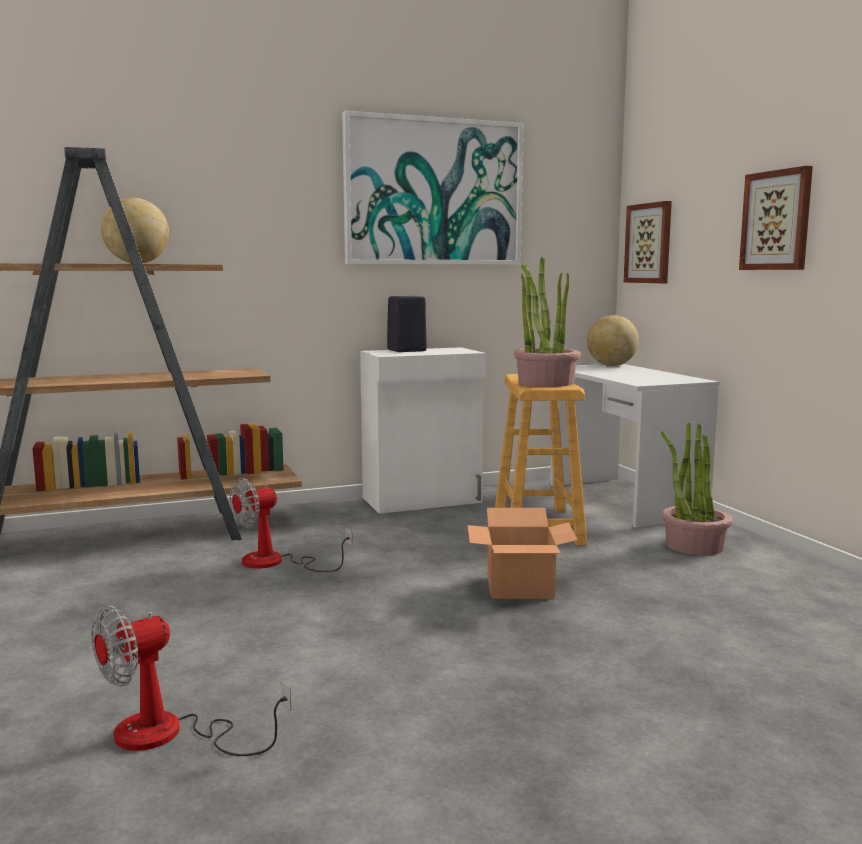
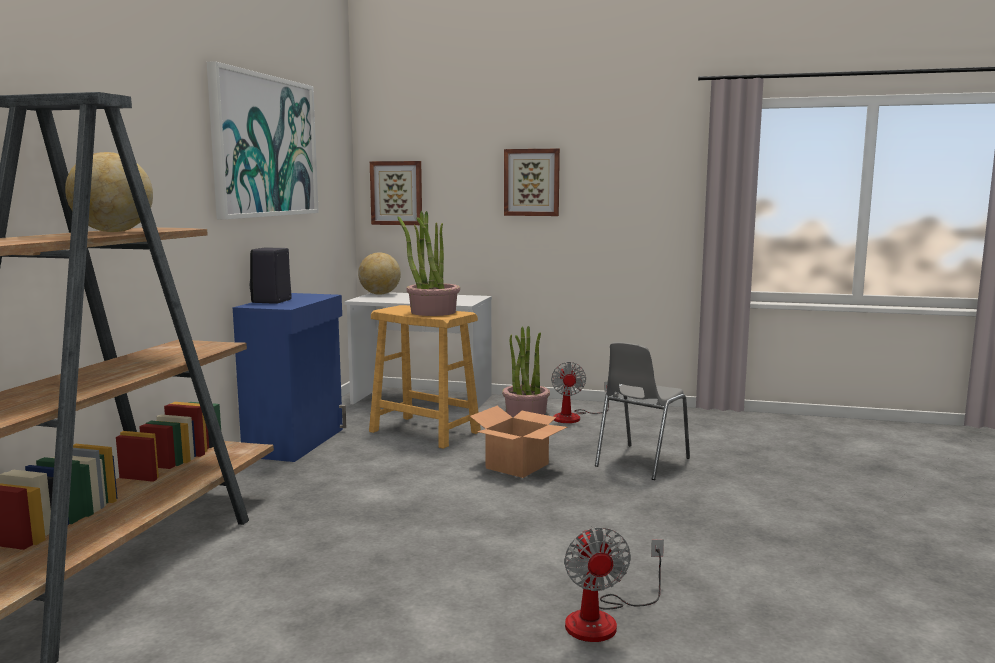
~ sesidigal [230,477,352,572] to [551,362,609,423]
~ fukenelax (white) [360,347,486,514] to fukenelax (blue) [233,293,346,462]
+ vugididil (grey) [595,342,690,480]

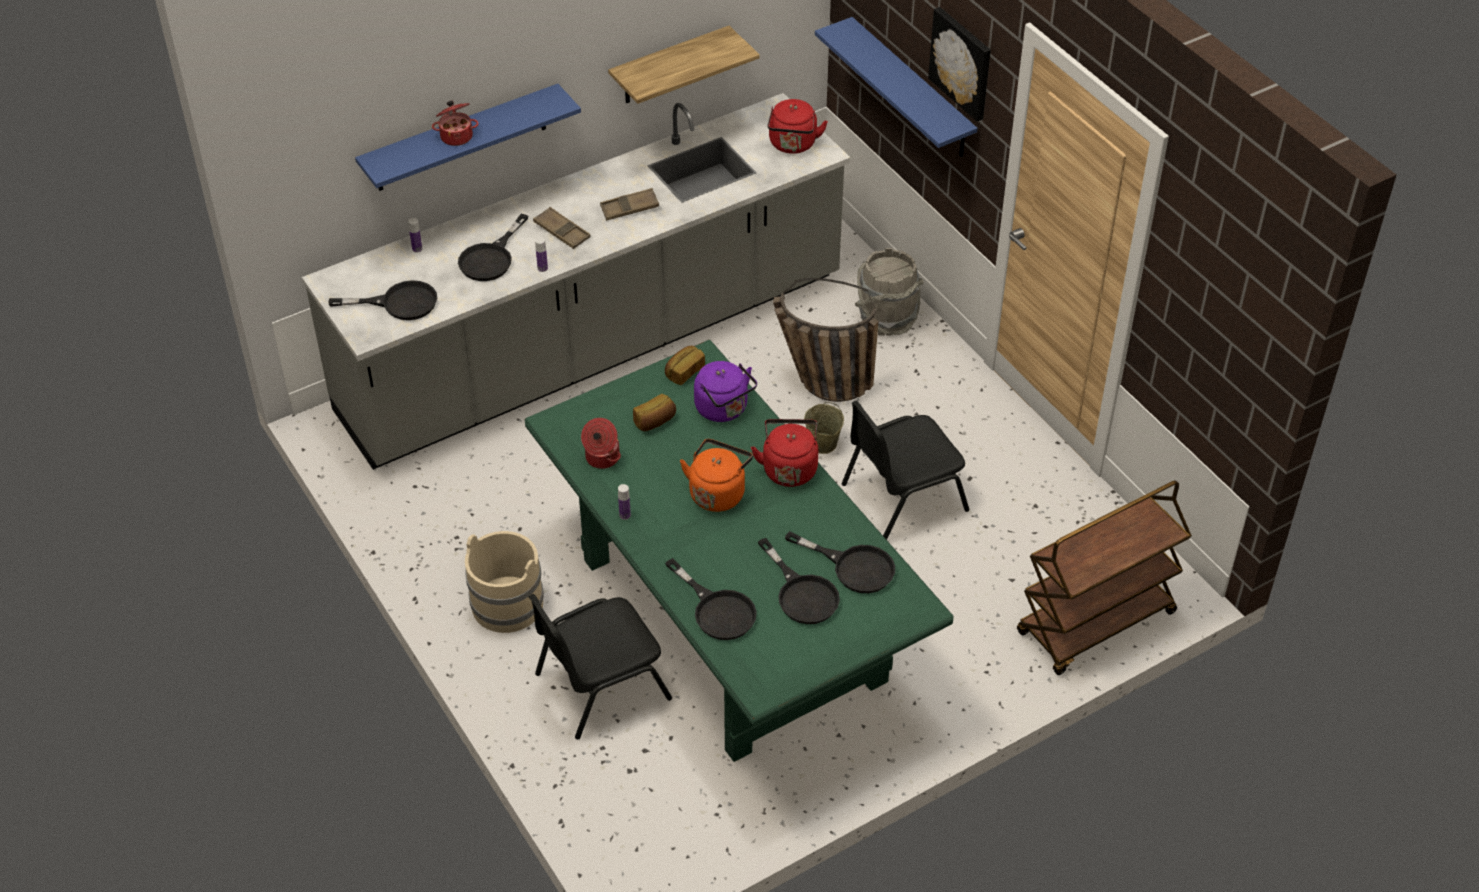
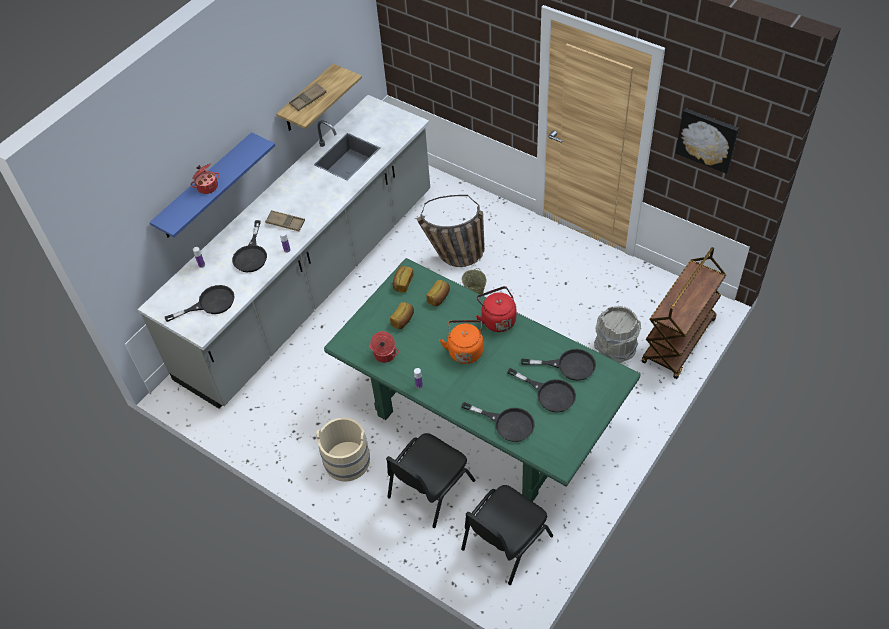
~ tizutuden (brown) [600,188,659,220] to [289,83,327,111]
~ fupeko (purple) [694,361,757,422] to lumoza [426,280,450,306]
- fupeko (red) [767,99,828,154]
- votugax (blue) [815,17,978,157]
~ vugididil (black) [842,400,969,540] to [461,485,553,585]
~ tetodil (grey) [855,248,924,336] to [594,306,641,363]
~ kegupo [928,7,991,122] to [675,108,739,174]

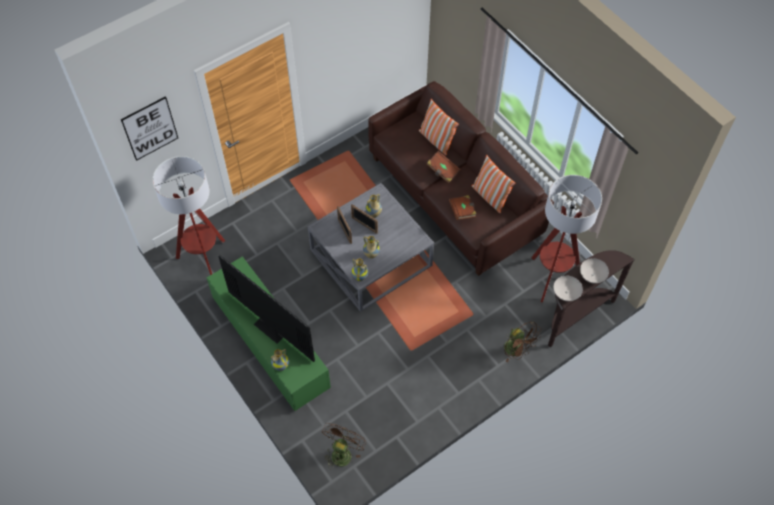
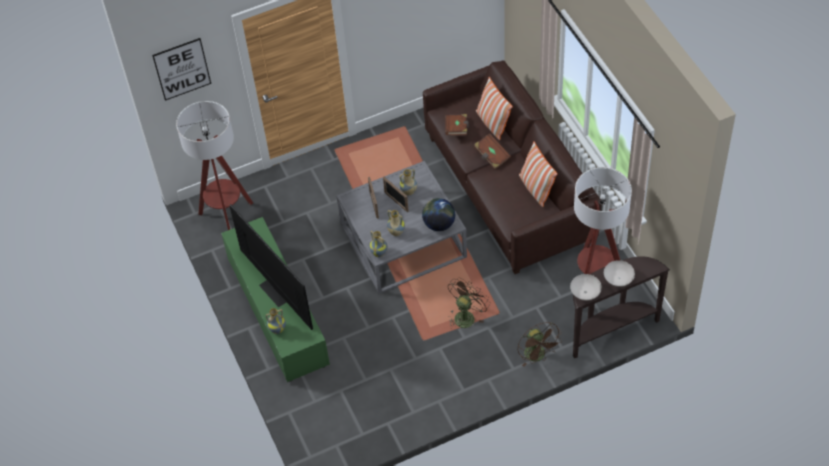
~ sesidigal (brown) [322,423,366,469] to [448,278,490,328]
~ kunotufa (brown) [449,195,476,220] to [446,114,469,135]
+ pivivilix [422,198,455,231]

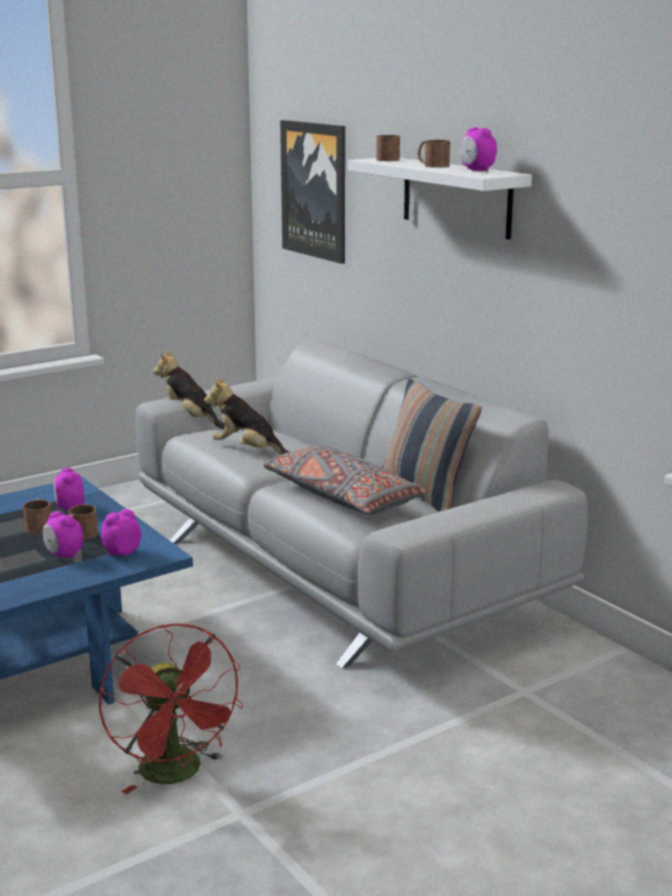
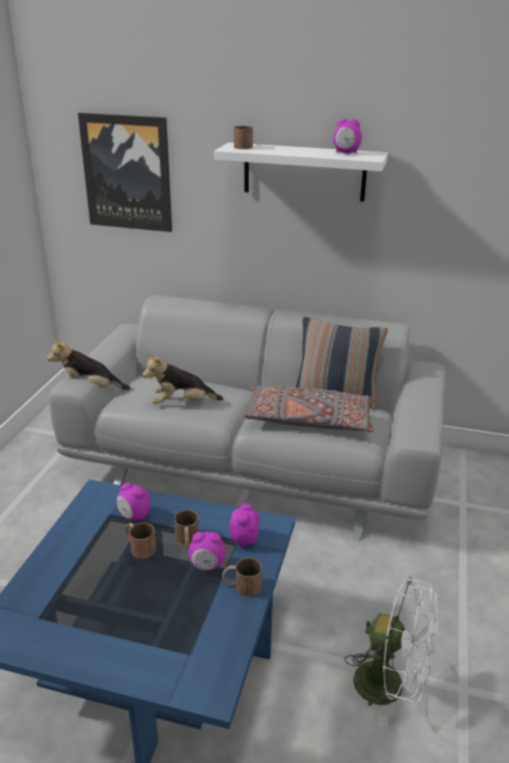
~ sesidigal (red) [99,623,243,794] to sesidigal (white) [344,577,438,727]
~ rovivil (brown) [418,140,450,168] to [222,558,262,597]

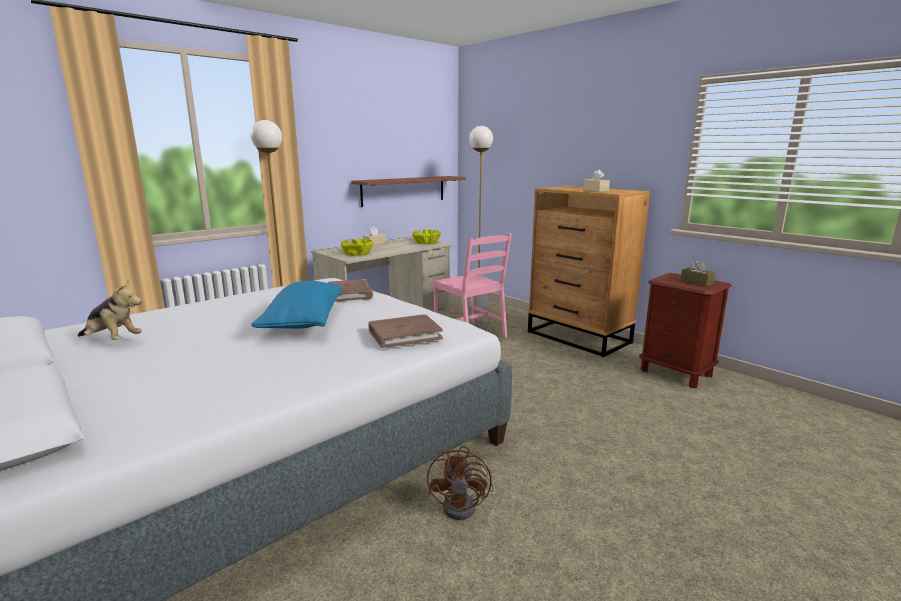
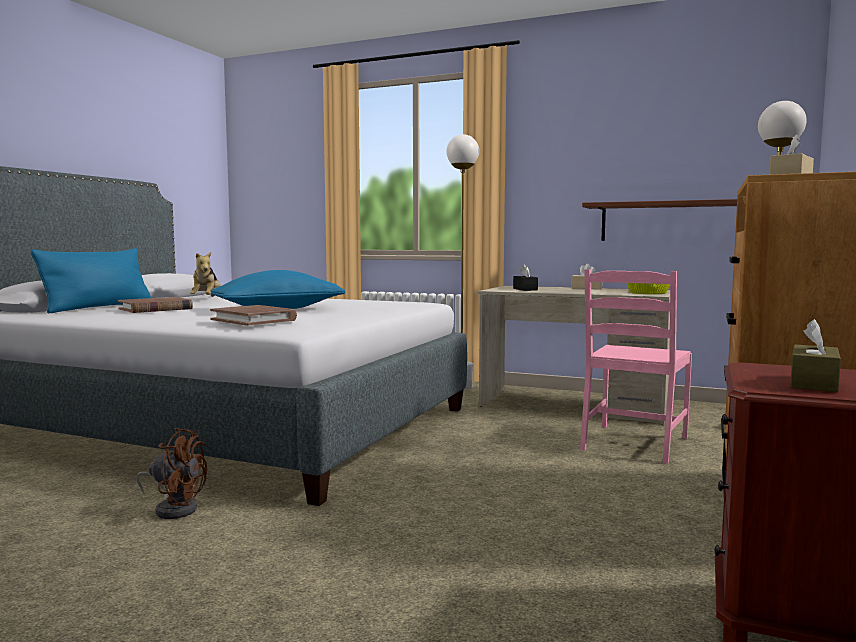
~ kunotufa (brown) [328,279,373,302] to [118,297,193,313]
~ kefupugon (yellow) [340,239,373,255] to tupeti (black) [513,264,538,291]
~ sesidigal (brown) [427,446,496,520] = [136,428,207,519] 150 degrees counterclockwise
+ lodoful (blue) [31,248,152,313]

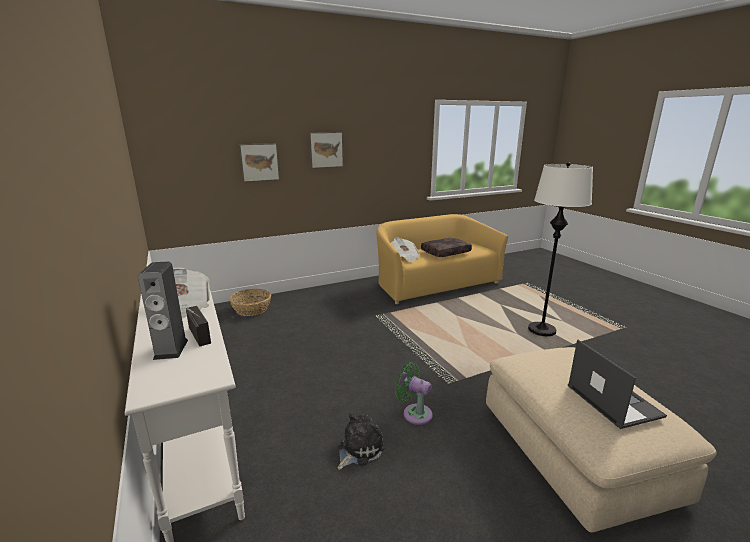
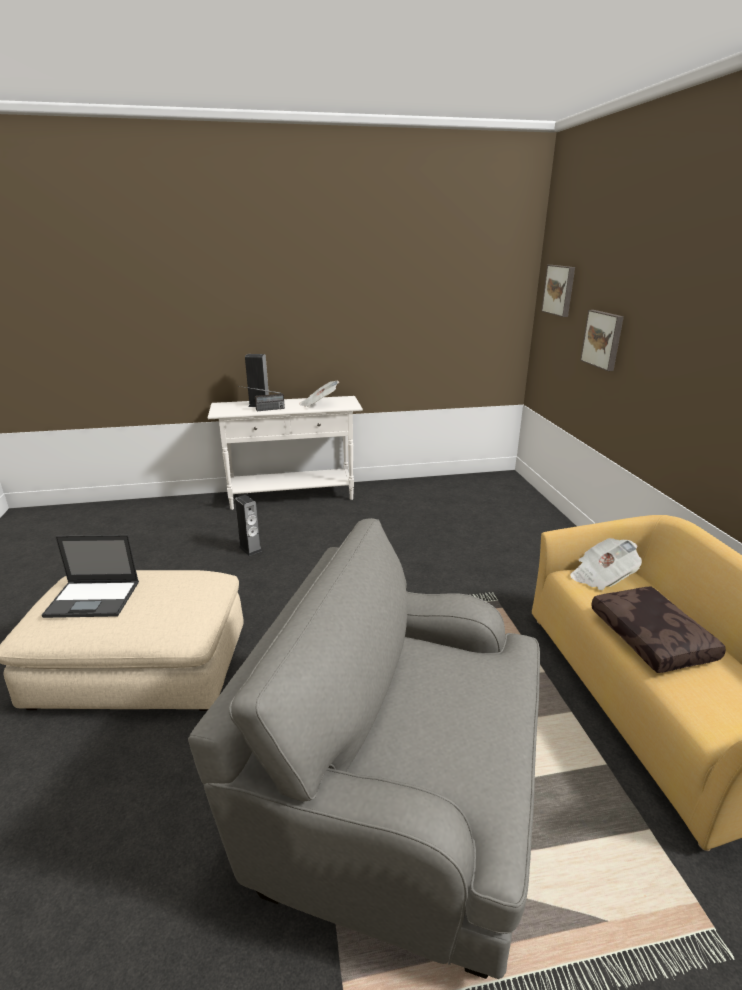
- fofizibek [229,289,271,316]
~ kegupo [309,132,343,168] to [542,265,575,317]
~ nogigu [338,413,386,470] to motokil [235,495,262,556]
- sesidigal (green) [395,362,433,425]
~ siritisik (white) [528,162,593,336] to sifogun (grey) [188,518,540,979]

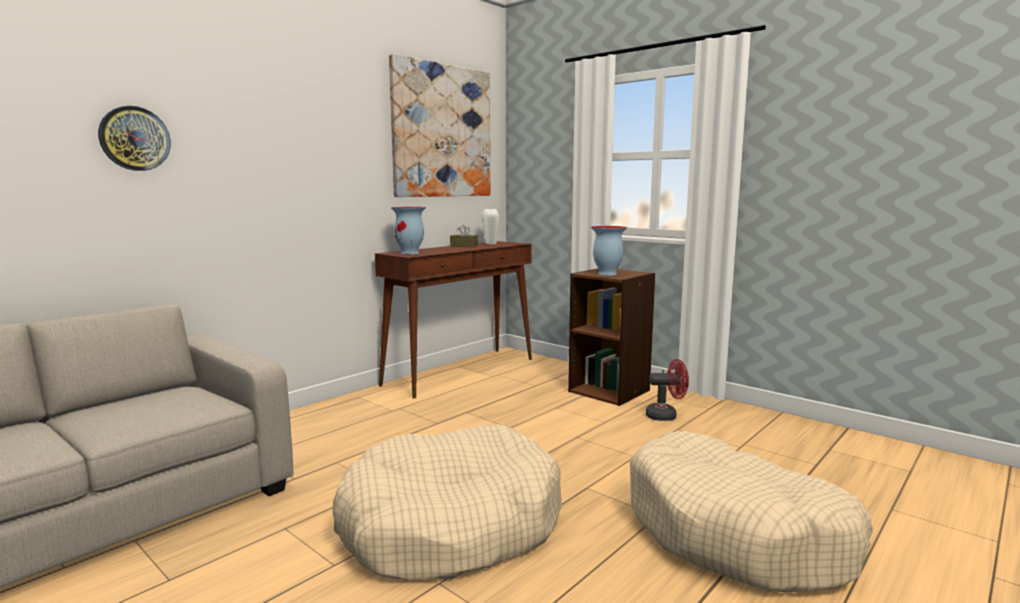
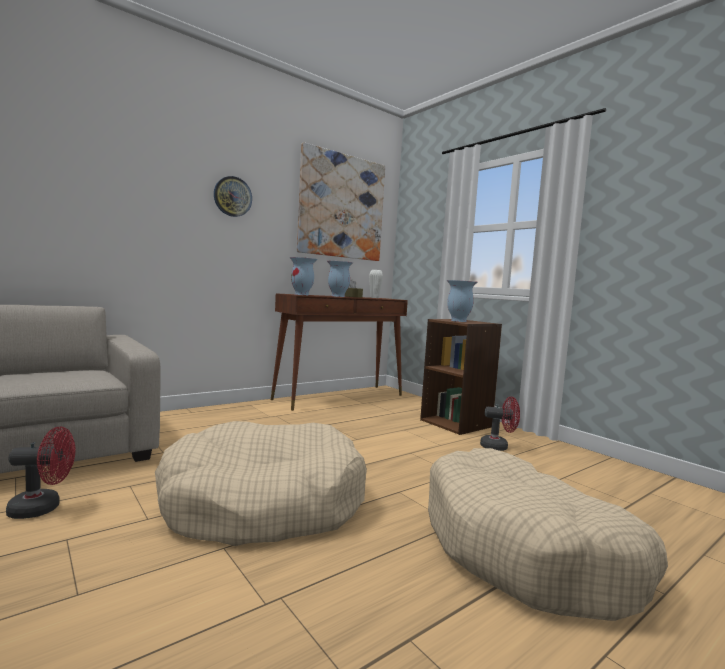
~ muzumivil [98,106,171,171] to [214,176,252,217]
+ sesidigal (red) [6,427,75,519]
+ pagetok [327,261,353,297]

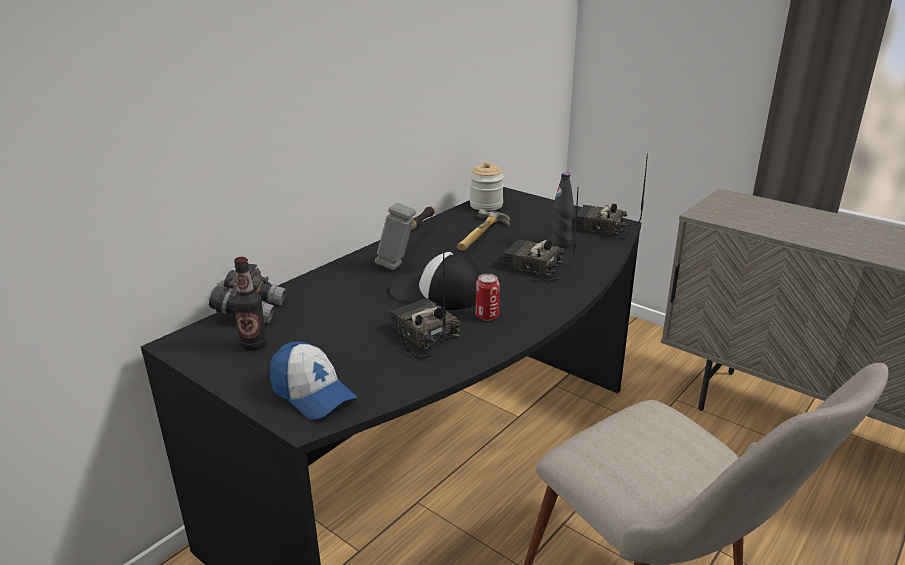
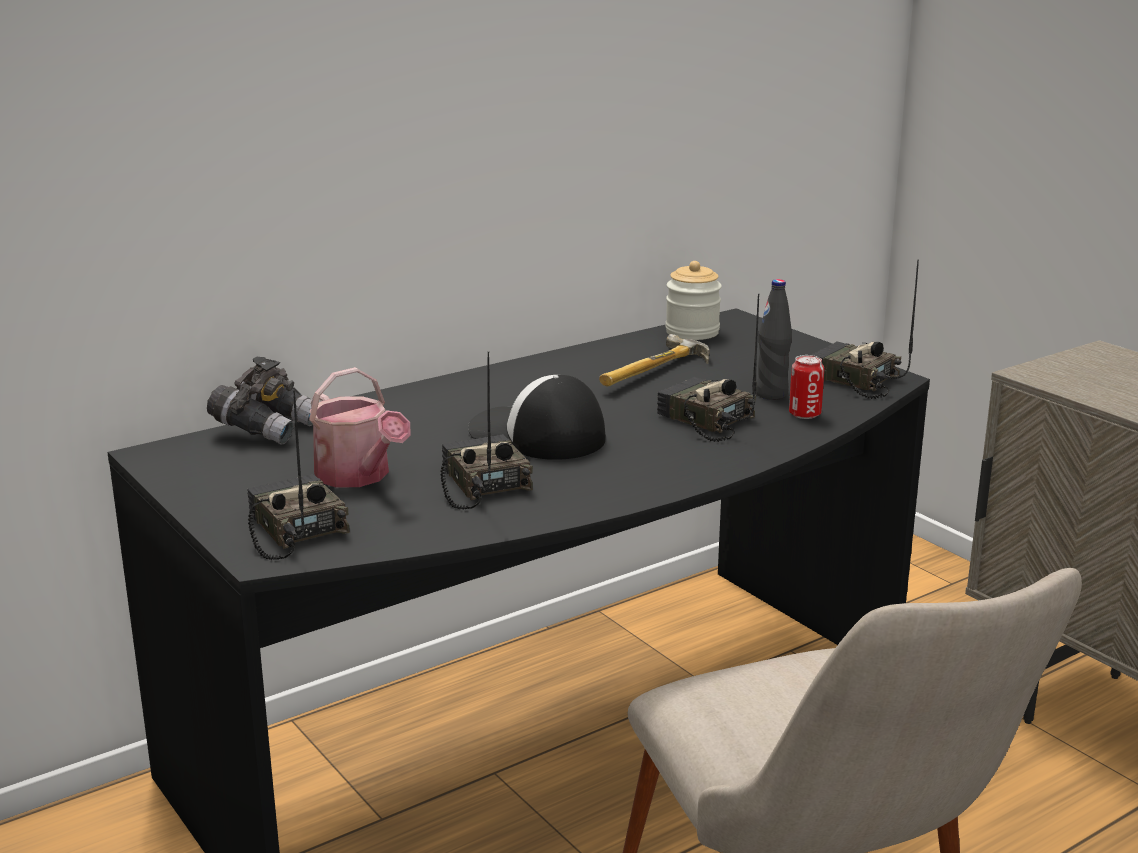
- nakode [232,257,268,351]
~ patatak [270,342,357,420] to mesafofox [247,390,350,560]
- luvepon [375,203,435,270]
~ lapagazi [476,274,500,320] to [789,355,824,419]
+ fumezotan [309,367,410,488]

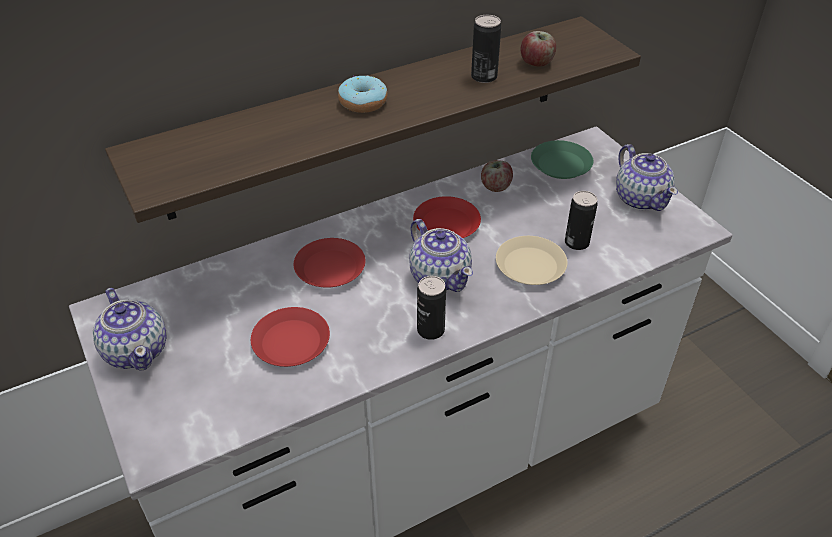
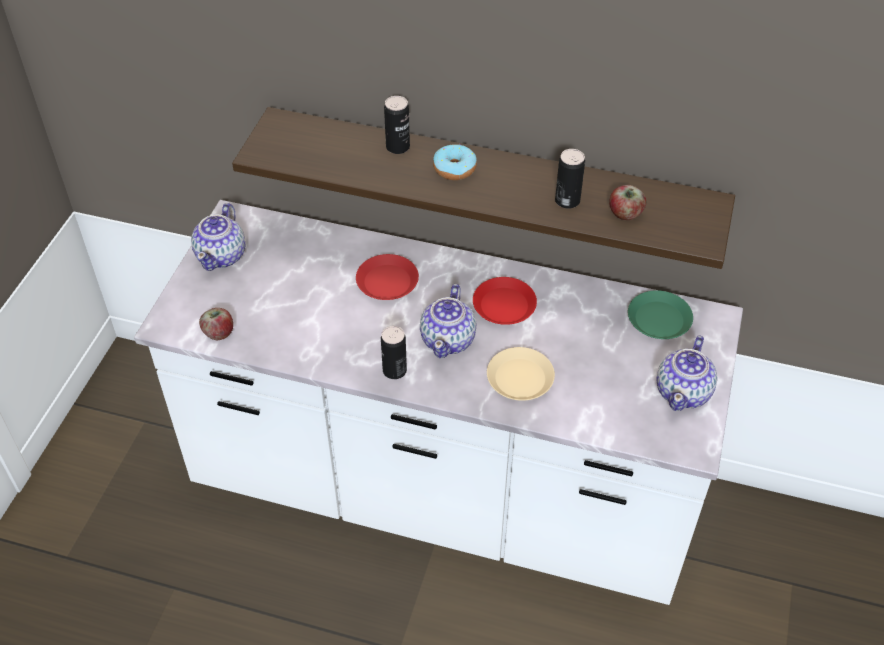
- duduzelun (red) [251,307,330,367]
~ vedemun [481,160,513,192] to [199,308,233,340]
~ lapagazi [565,191,598,250] to [384,96,410,154]

